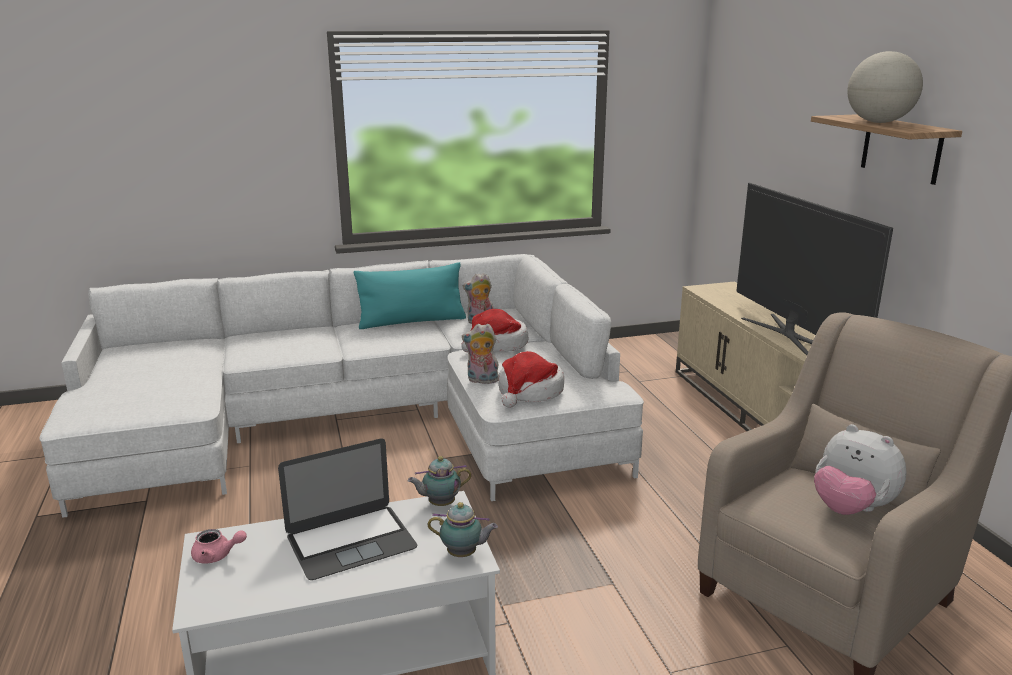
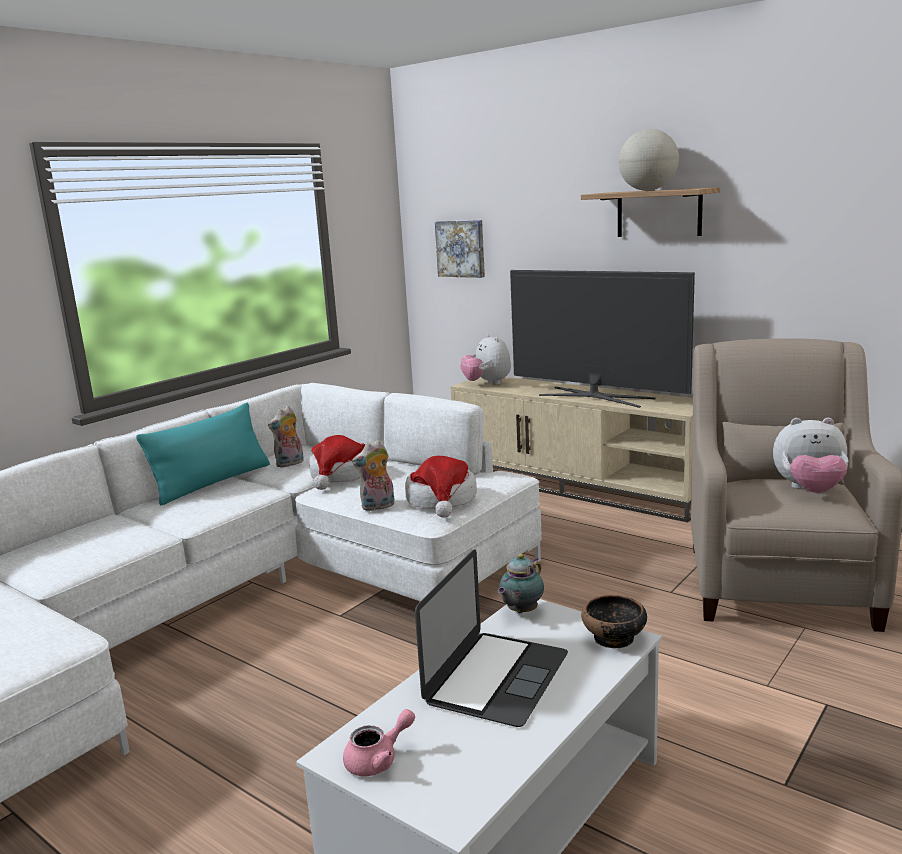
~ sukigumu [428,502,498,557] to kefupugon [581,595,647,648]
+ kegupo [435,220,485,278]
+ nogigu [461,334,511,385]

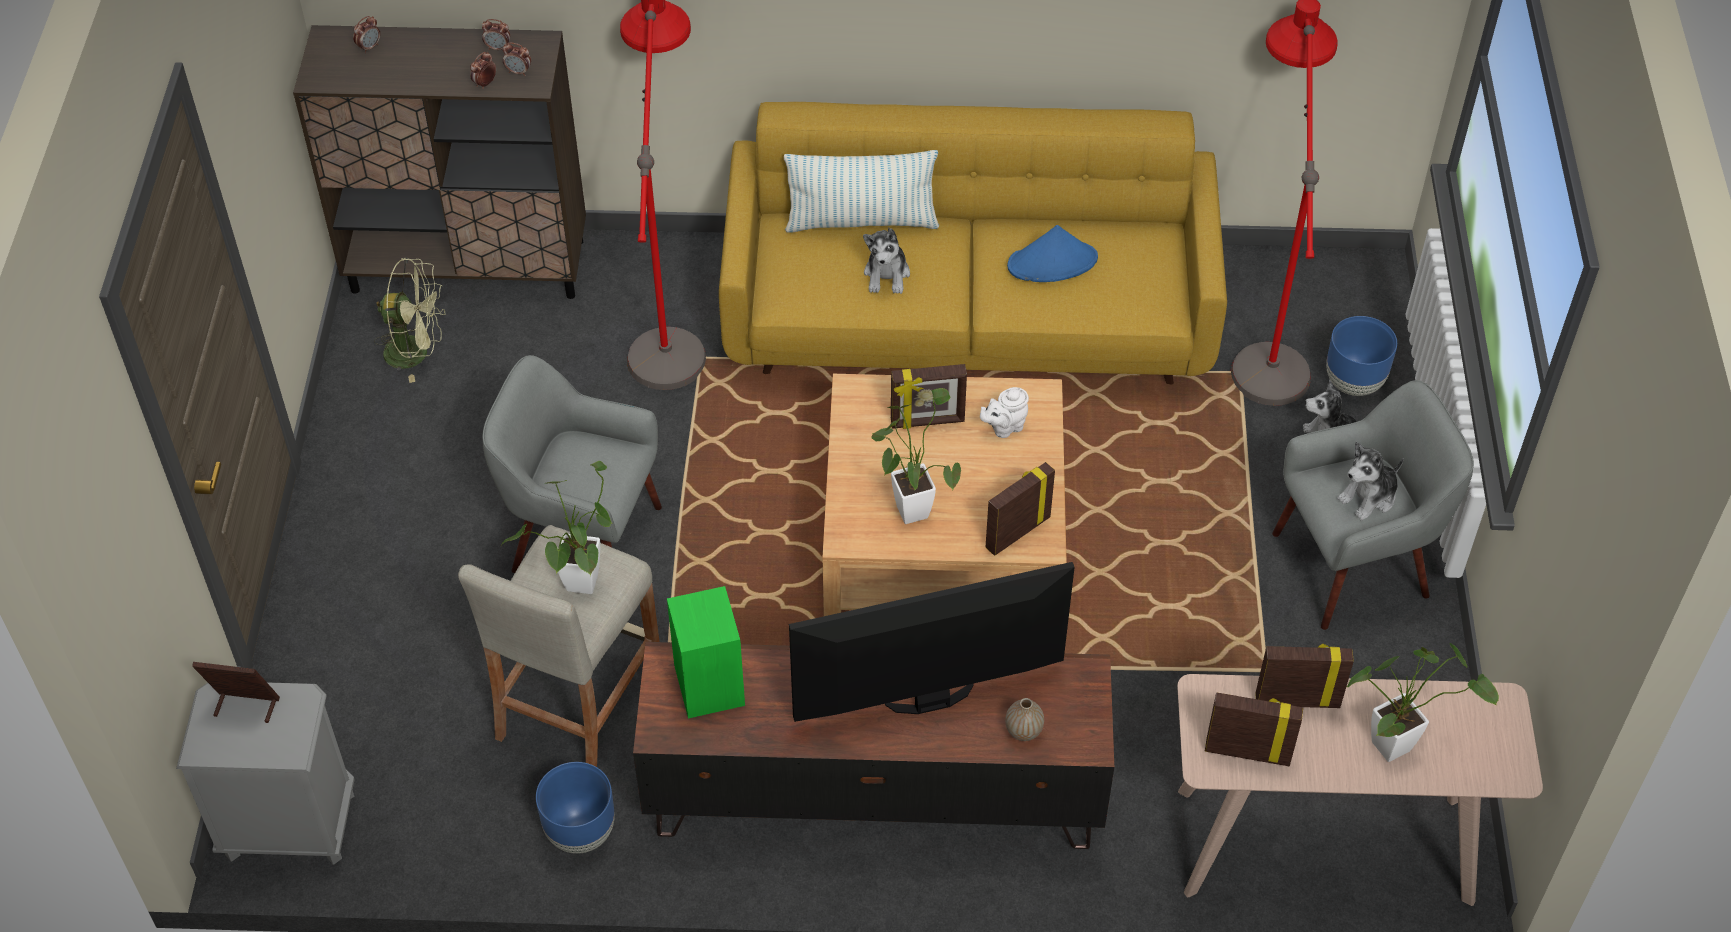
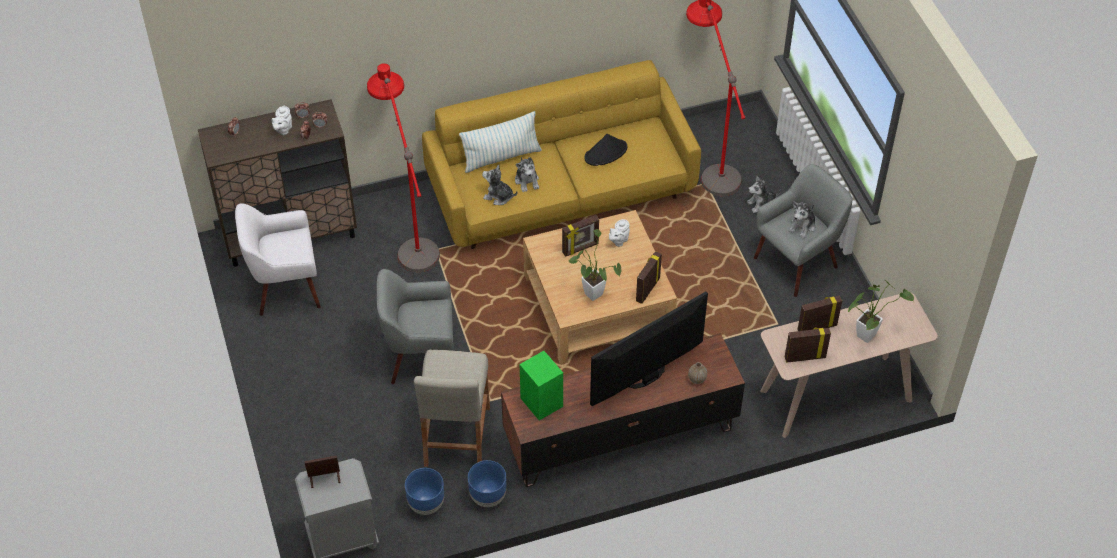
~ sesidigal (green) [374,257,445,383] to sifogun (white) [235,203,321,316]
- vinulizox [500,461,613,594]
~ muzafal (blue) [1007,225,1098,282] to muzafal (black) [585,134,627,166]
~ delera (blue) [1326,316,1397,396] to [405,468,444,515]
+ sukigumu (white) [271,106,292,135]
+ nogigu [482,164,518,205]

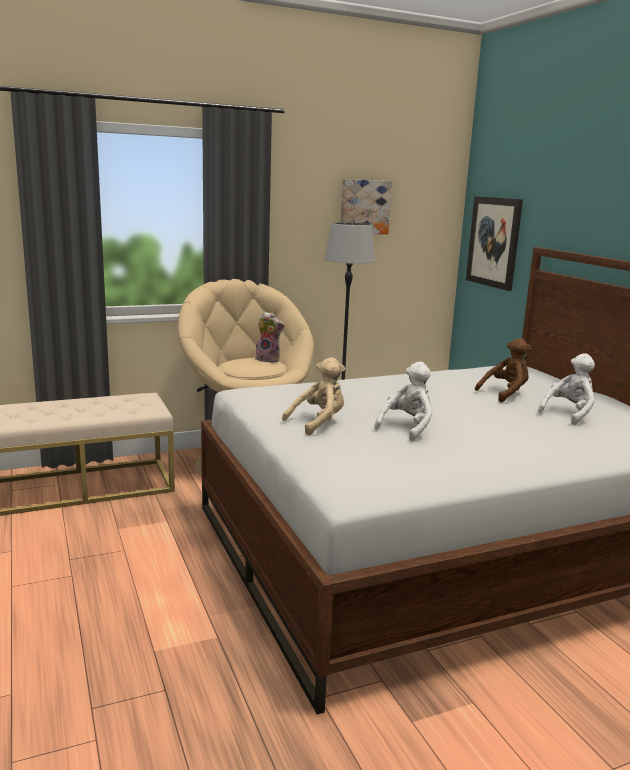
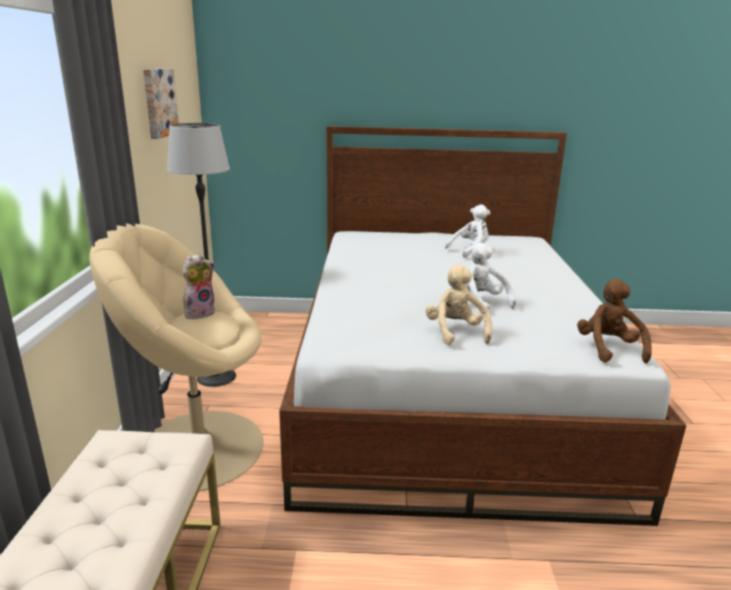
- kegupo [466,196,523,291]
~ nogigu (brown) [475,338,531,402] to [577,279,652,363]
~ nogigu (white) [538,353,595,425] = [445,204,490,258] 75 degrees clockwise

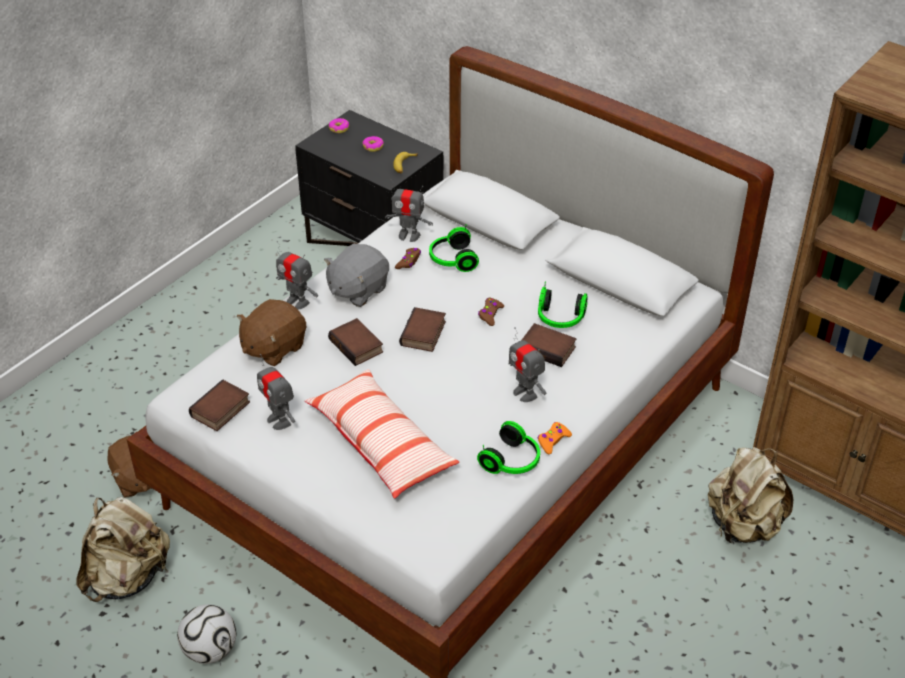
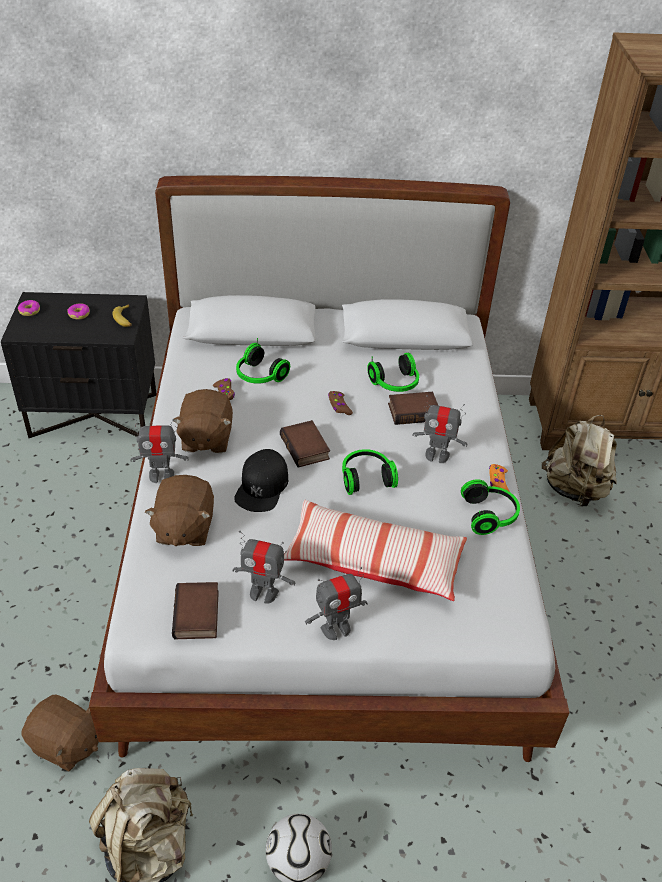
~ nogigu (grey) [324,243,389,307] to nogigu (brown) [172,389,233,453]
~ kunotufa [328,318,383,366] to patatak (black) [234,449,288,512]
~ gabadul [385,180,433,242] to [305,567,368,640]
+ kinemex [342,449,398,495]

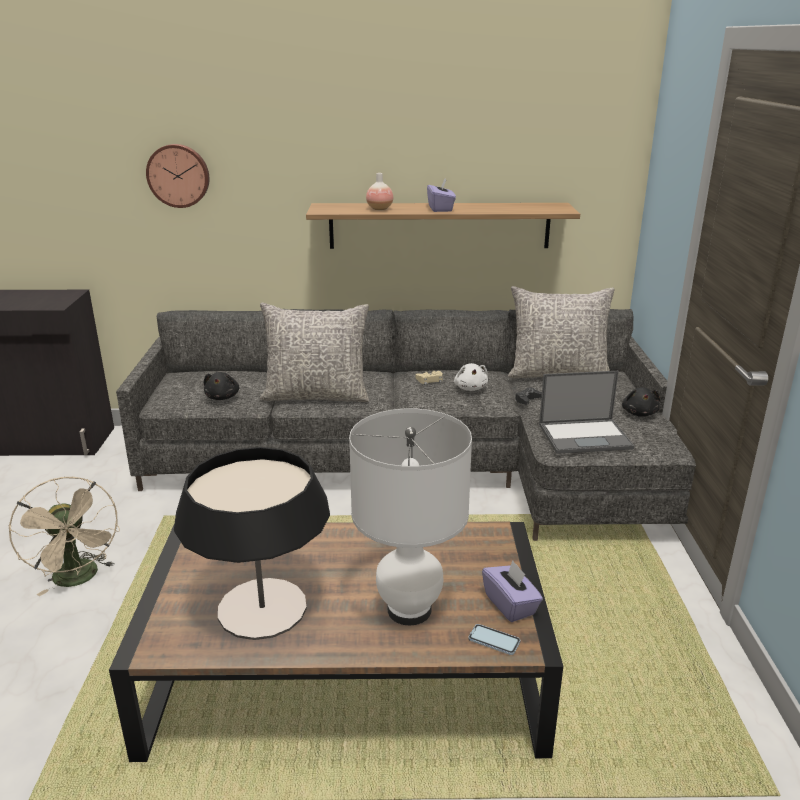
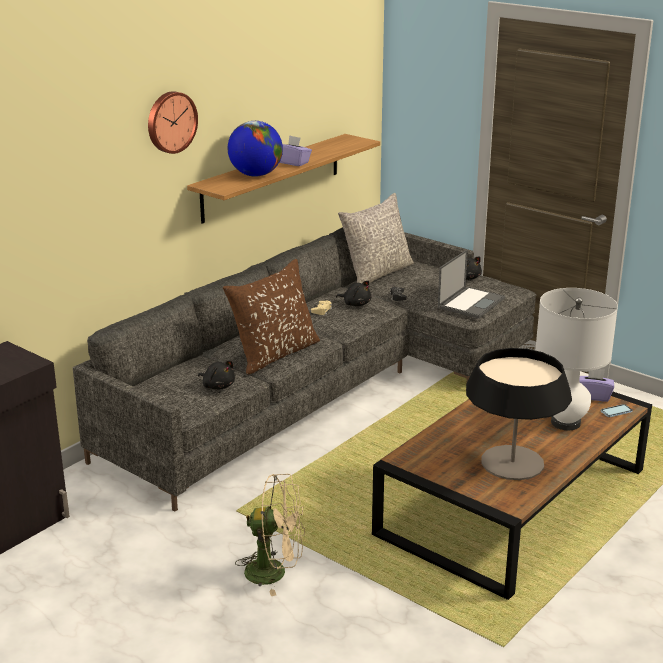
~ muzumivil [146,144,209,208] to [148,91,198,154]
~ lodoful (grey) [260,303,369,402] to lodoful (brown) [223,259,320,374]
~ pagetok [366,173,393,210] to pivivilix [228,121,283,177]
~ nogigu (white) [454,363,488,391] to nogigu (black) [336,281,371,306]

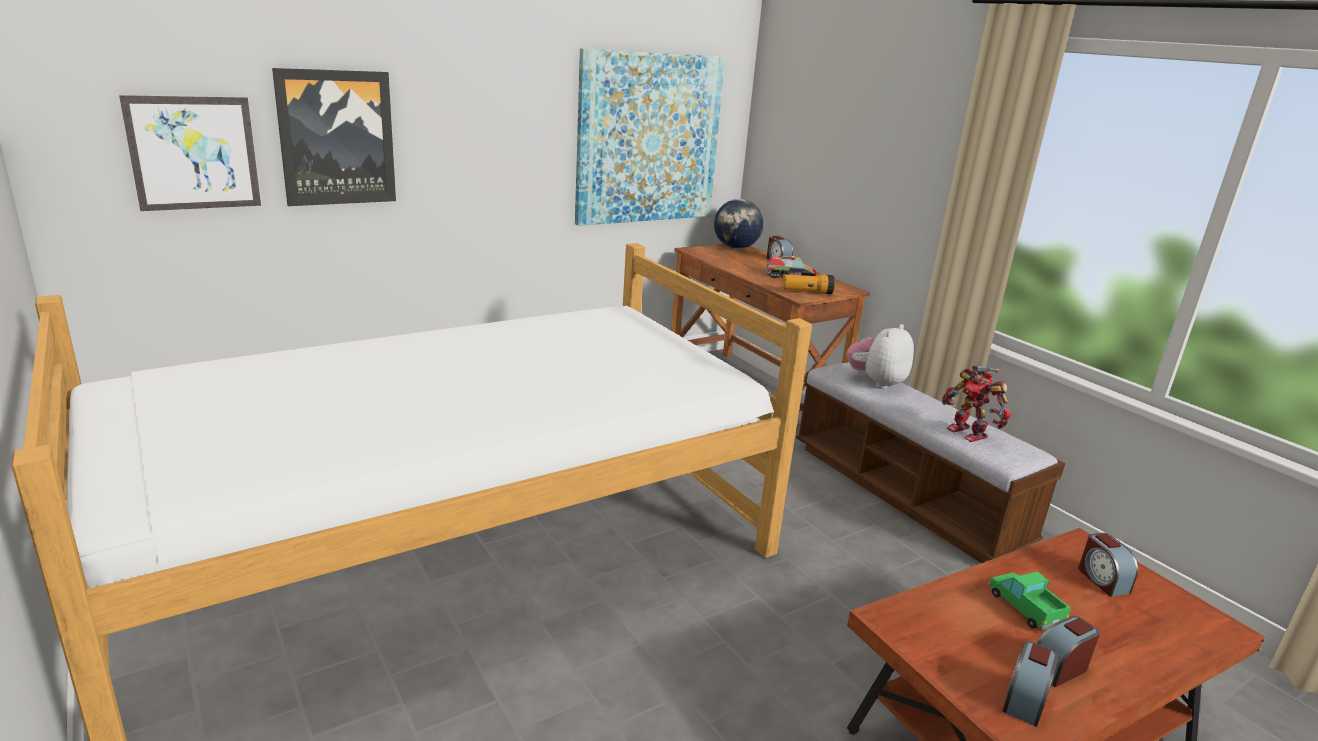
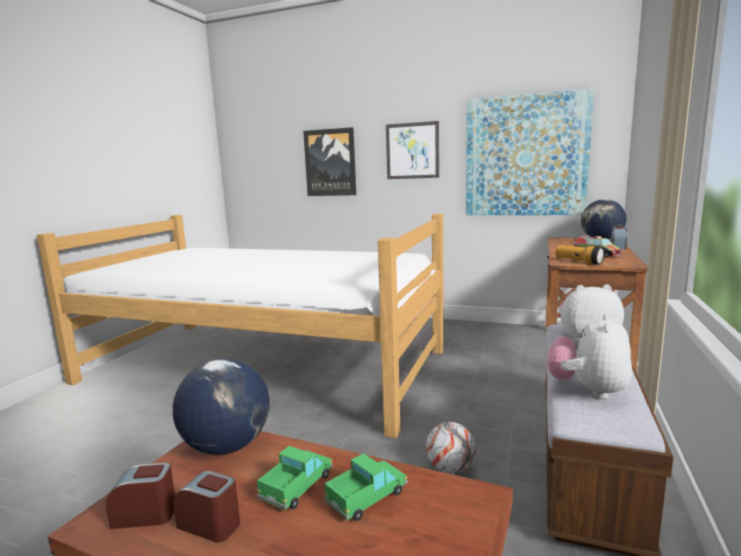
~ kegupo [119,95,261,211] to [386,121,439,179]
~ gabadul [942,366,1011,442] to nogigu [548,313,632,399]
- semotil [1078,533,1138,597]
+ pivivilix [173,359,270,455]
+ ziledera [324,453,408,521]
+ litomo [426,422,476,474]

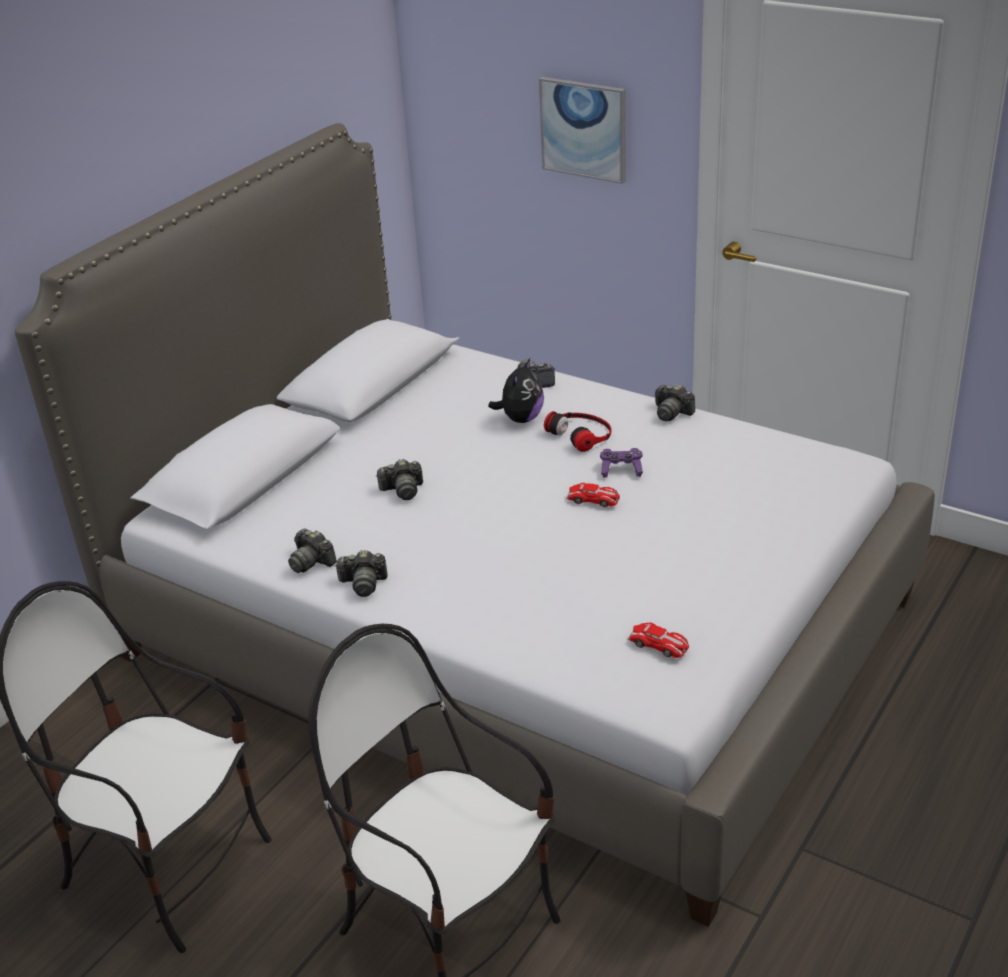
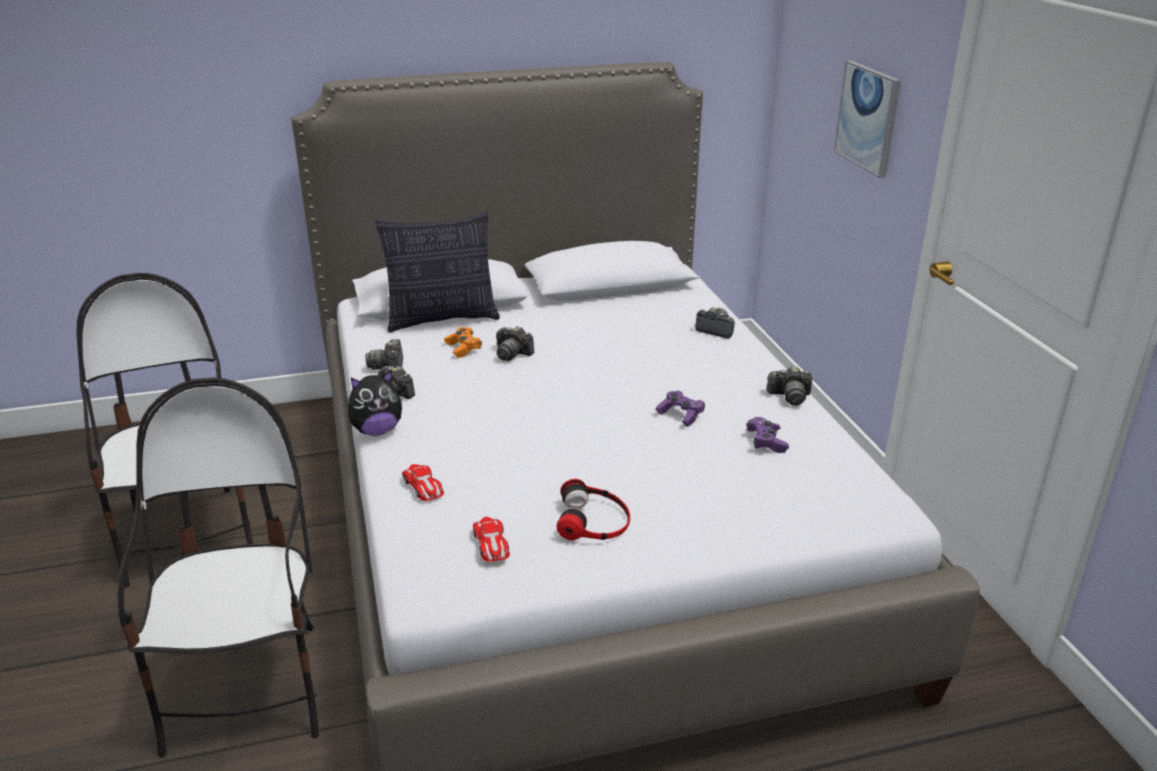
~ nogigu [488,358,544,423] to [348,370,402,436]
~ kinemex [544,411,612,452] to [556,479,630,540]
~ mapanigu [567,483,620,507] to [402,464,444,501]
~ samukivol [655,384,695,421] = [767,366,812,406] 75 degrees counterclockwise
+ lodoful [375,212,500,333]
+ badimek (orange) [444,327,482,358]
+ badimek (purple) [746,417,789,453]

